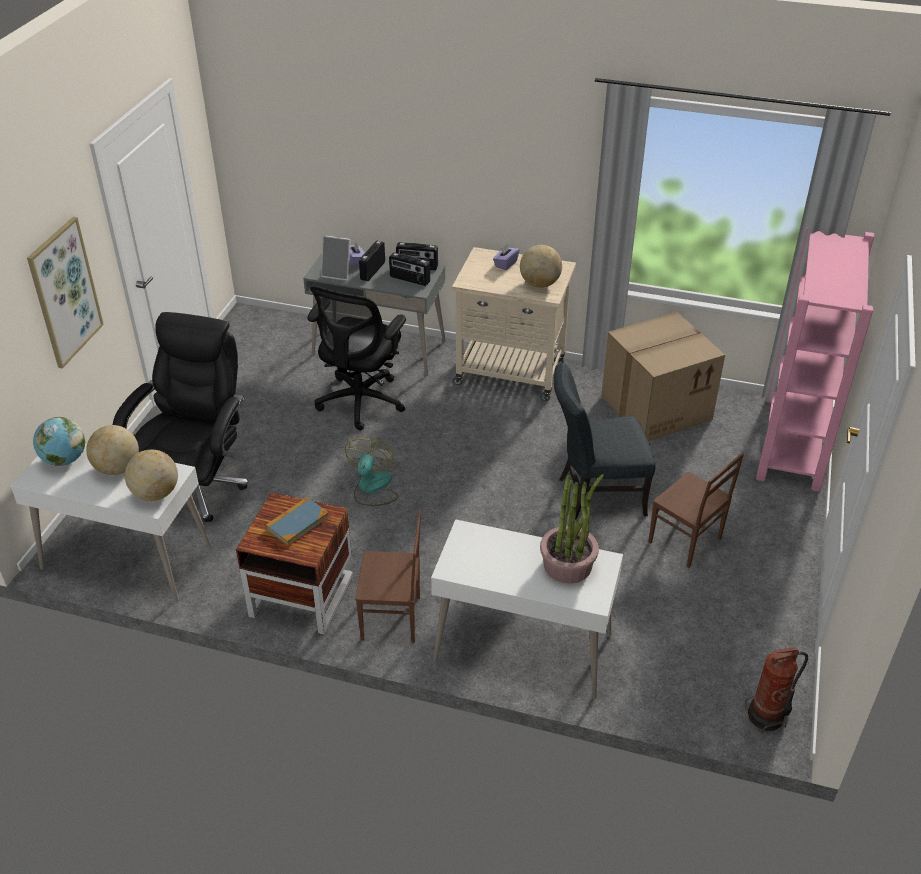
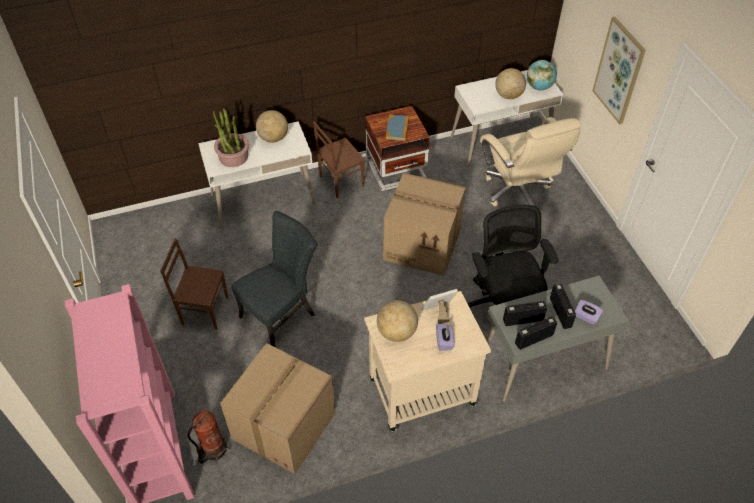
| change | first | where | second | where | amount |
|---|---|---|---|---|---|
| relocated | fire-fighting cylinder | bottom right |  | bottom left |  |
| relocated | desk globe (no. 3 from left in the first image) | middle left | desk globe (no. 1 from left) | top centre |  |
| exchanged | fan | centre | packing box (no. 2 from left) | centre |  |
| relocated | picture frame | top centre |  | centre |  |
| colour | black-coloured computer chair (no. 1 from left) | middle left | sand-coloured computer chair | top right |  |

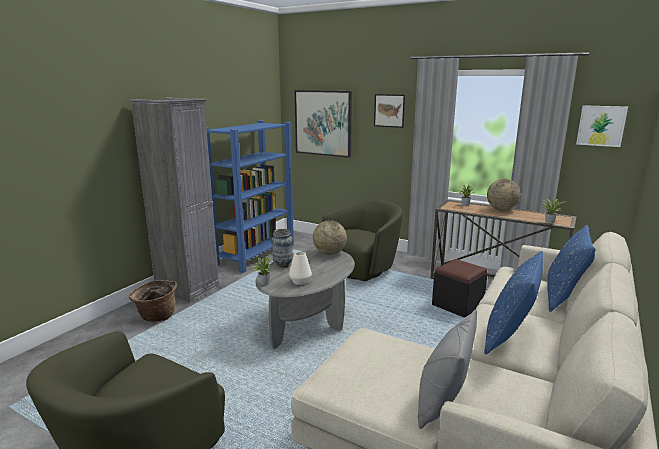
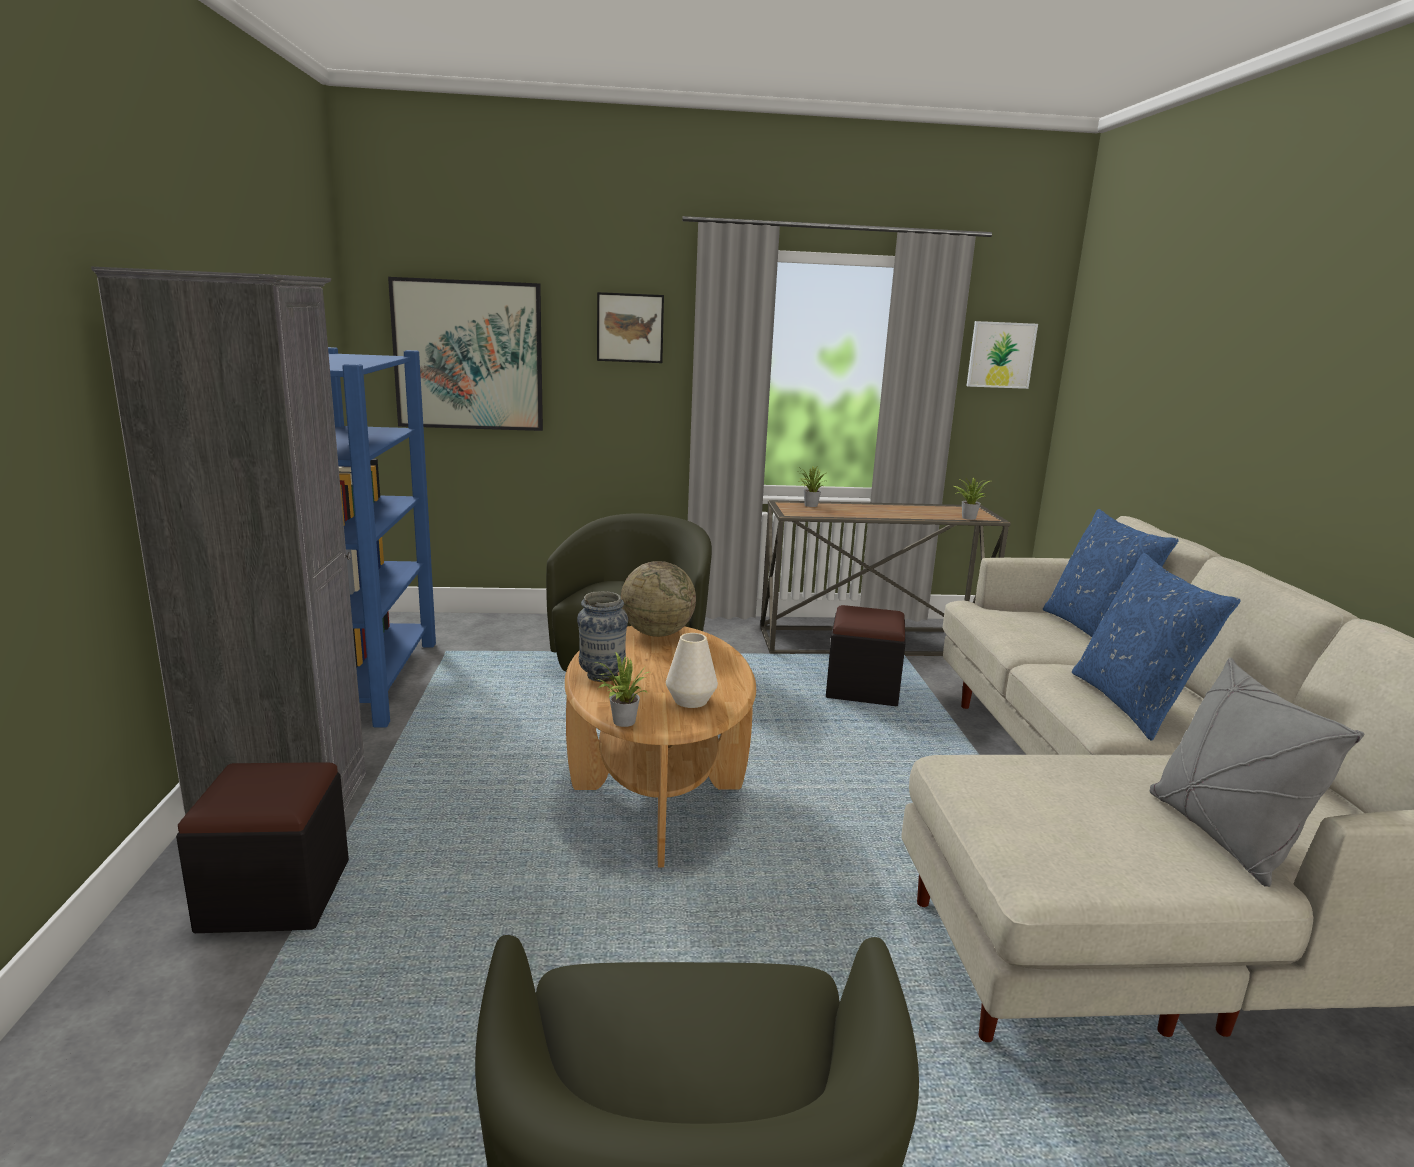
| change | first | where | second | where | amount |
|---|---|---|---|---|---|
| exchanged | basket | bottom left | black-coloured ottoman (no. 1 from left) | bottom left |  |
| colour | greyish coffee table | centre | brown-coloured coffee table | centre |  |
| missing | desk globe (no. 2 from left) | middle right |  |  |  |

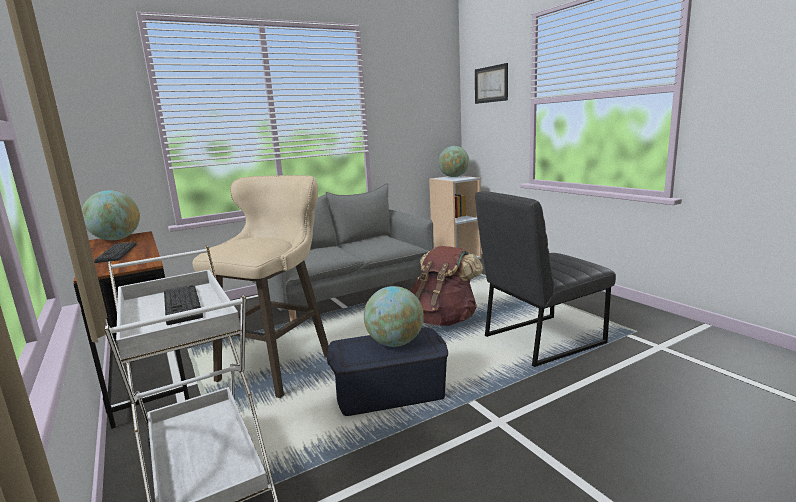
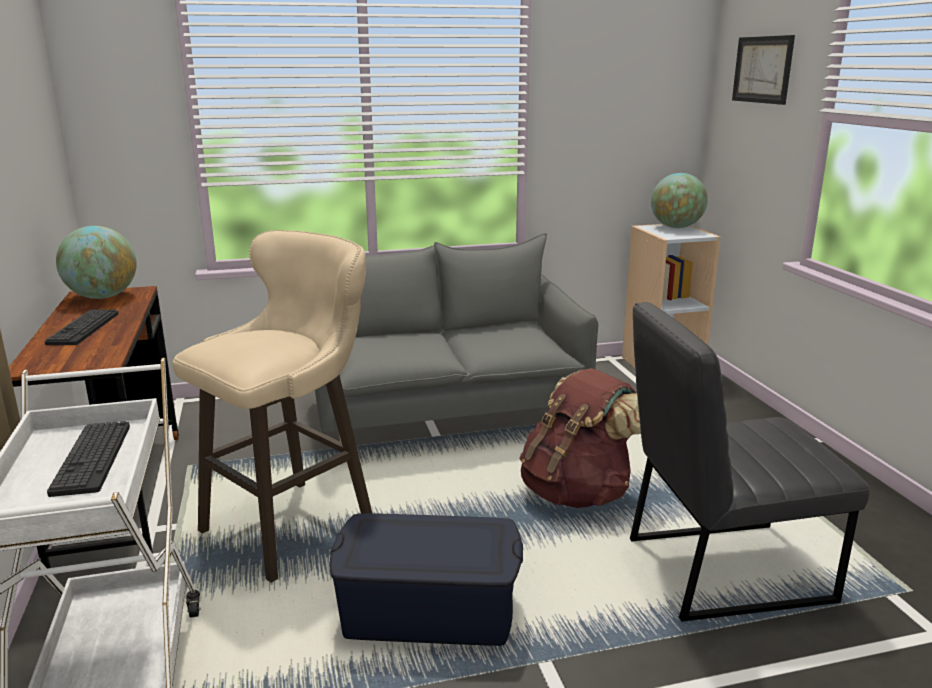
| change | first | where | second | where | amount |
|---|---|---|---|---|---|
| missing | desk globe (no. 2 from left) | centre |  |  |  |

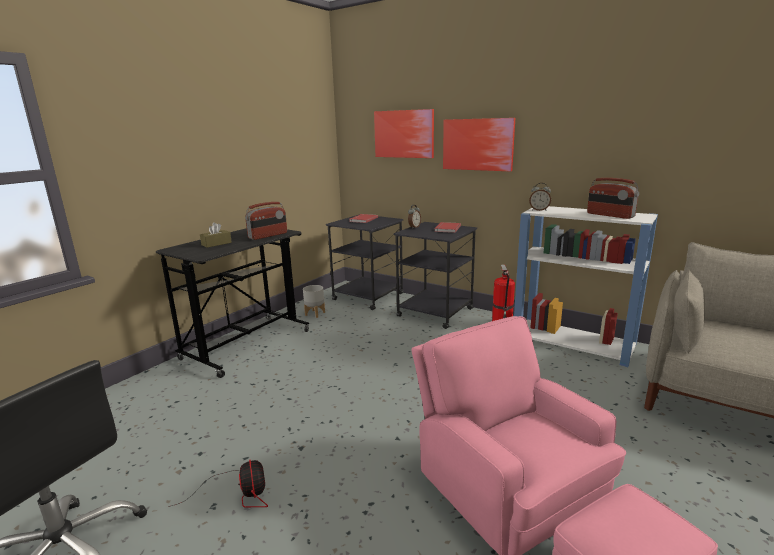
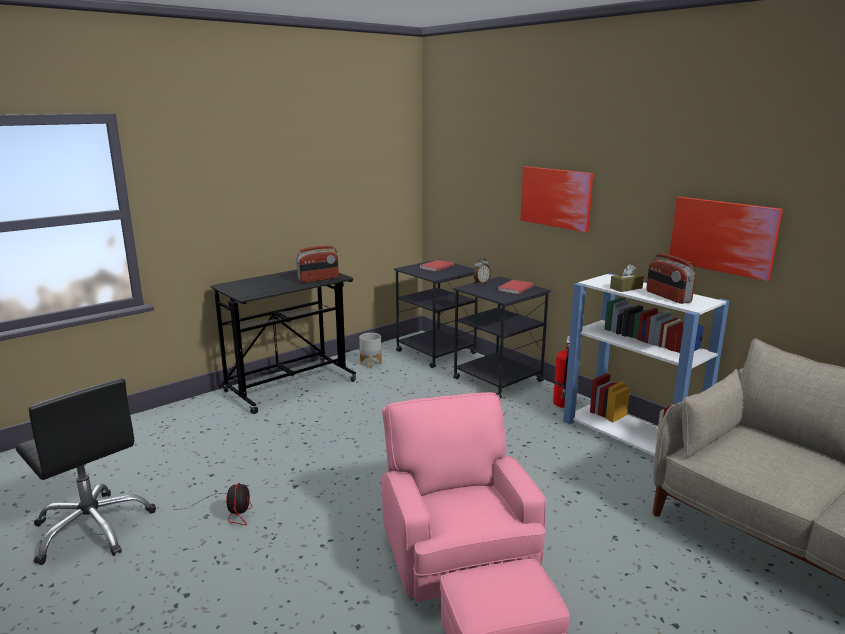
| change | first | where | second | where | amount |
|---|---|---|---|---|---|
| relocated | brown-coloured box of tissues | middle left |  | middle right |  |
| relocated | wall art (no. 1 from left in the first image) | top centre | wall art (no. 2 from left) | middle right |  |
| missing | bedside clock (no. 2 from left) | middle right |  |  |  |

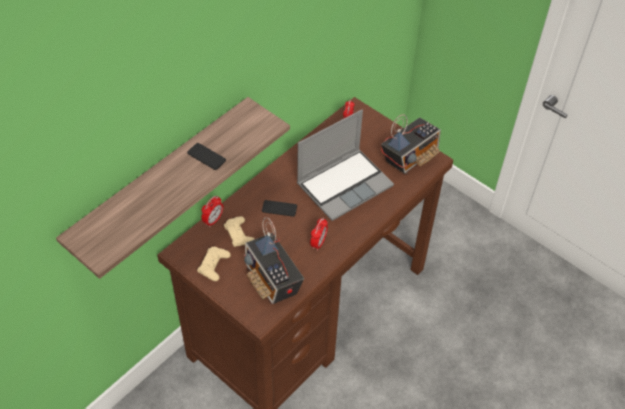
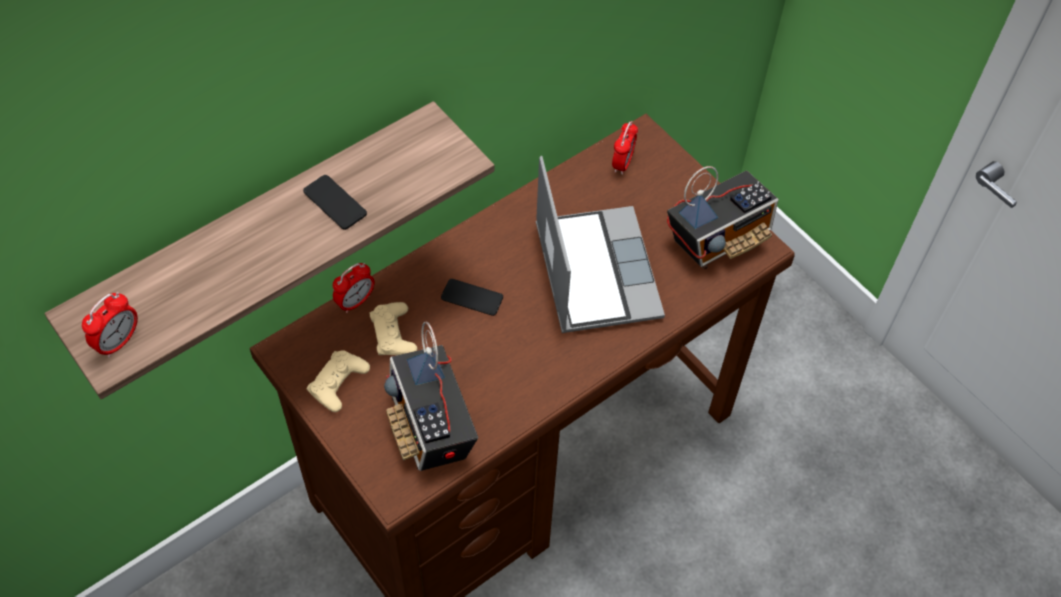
| change | first | where | second | where | amount |
|---|---|---|---|---|---|
| relocated | bedside clock (no. 2 from left in the first image) | centre | bedside clock (no. 1 from left) | middle left |  |
| spun | notebook computer | centre |  | centre | 75 degrees counterclockwise |

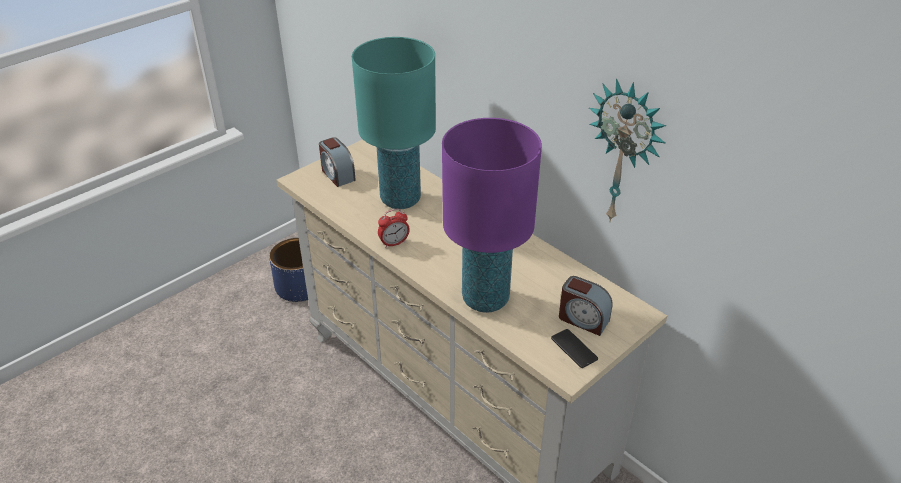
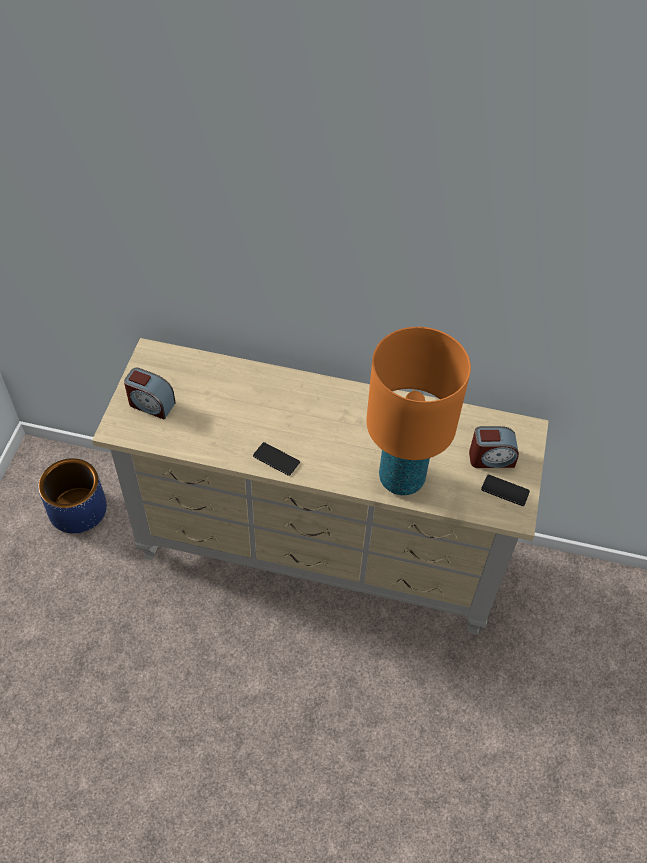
| change | first | where | second | where | amount |
|---|---|---|---|---|---|
| exchanged | bedside clock (no. 2 from left) | centre | handset (no. 1 from left) | centre |  |
| colour | purple-coloured tabletop lamp | centre | orangey tabletop lamp | centre |  |
| missing | blue-green tabletop lamp | top centre |  |  |  |
| missing | hanging clock | top right |  |  |  |

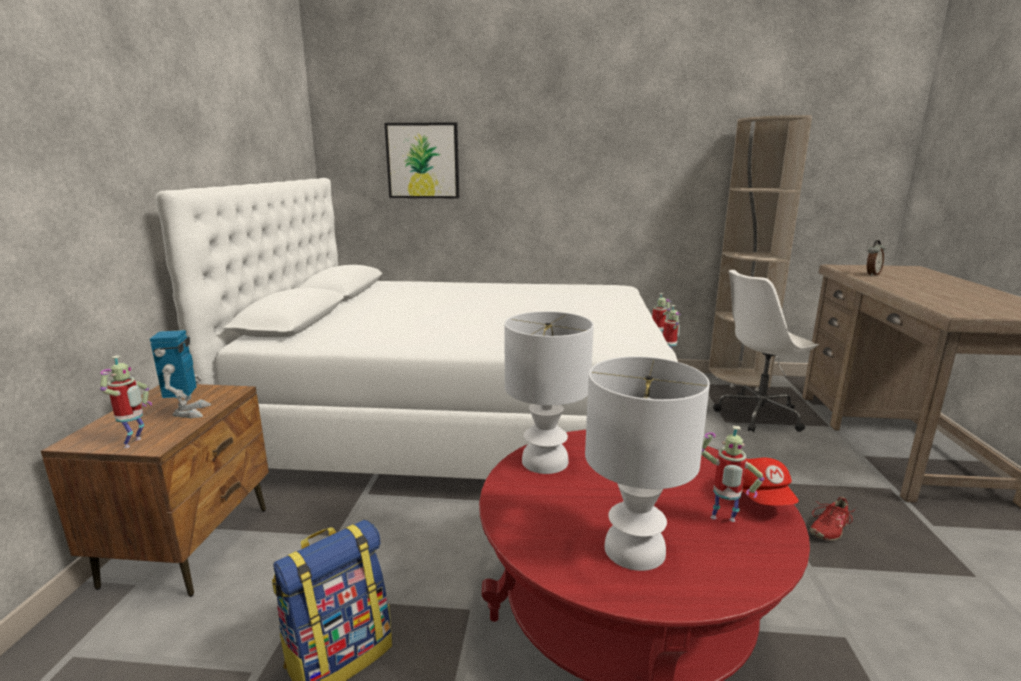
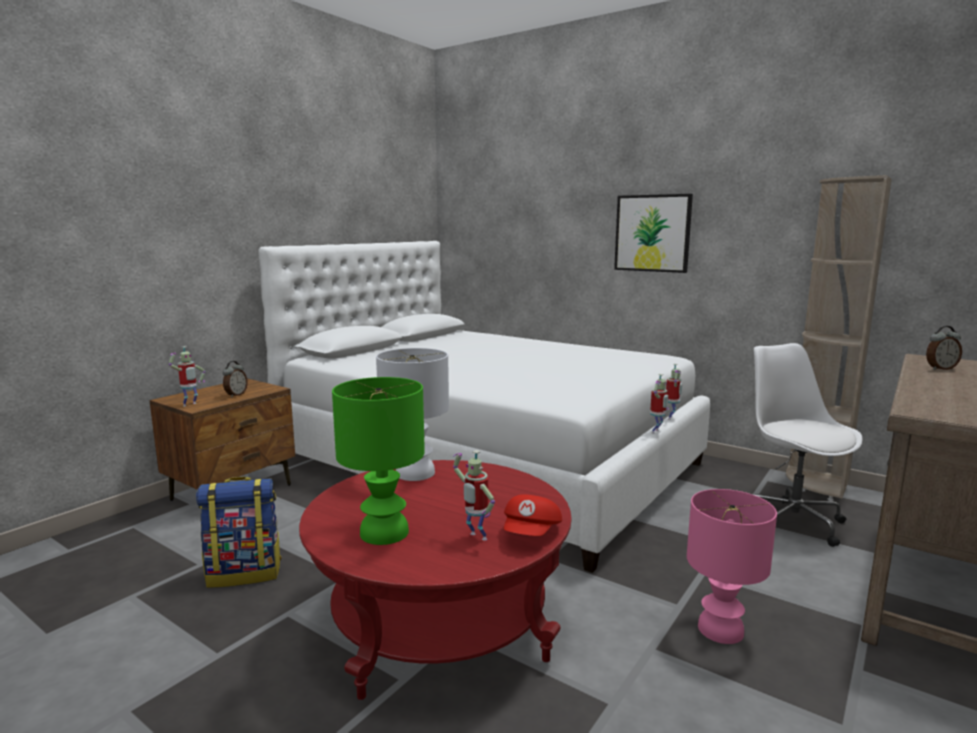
| change | first | where | second | where | amount |
|---|---|---|---|---|---|
| exchanged | toy robot (no. 2 from left) | middle left | bedside clock (no. 1 from left) | middle left |  |
| colour | white tabletop lamp (no. 2 from left) | bottom centre | green tabletop lamp | centre |  |
| relocated | wall art | top centre |  | top right |  |
| exchanged | reddish shoe | bottom right | pink tabletop lamp | bottom right |  |
| spun | white computer chair | middle right |  | middle right | 60 degrees clockwise |

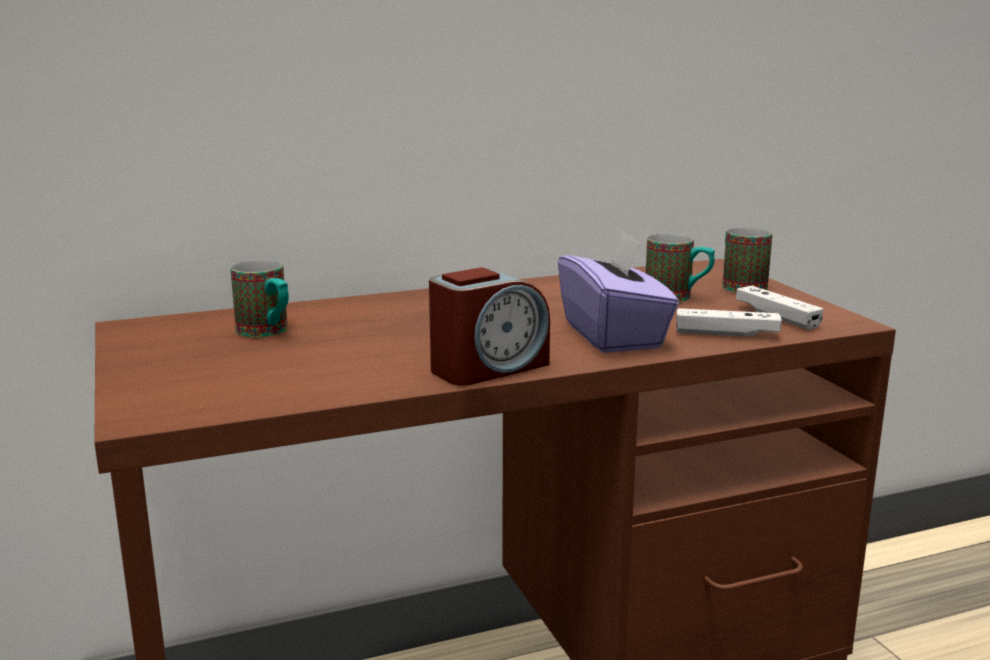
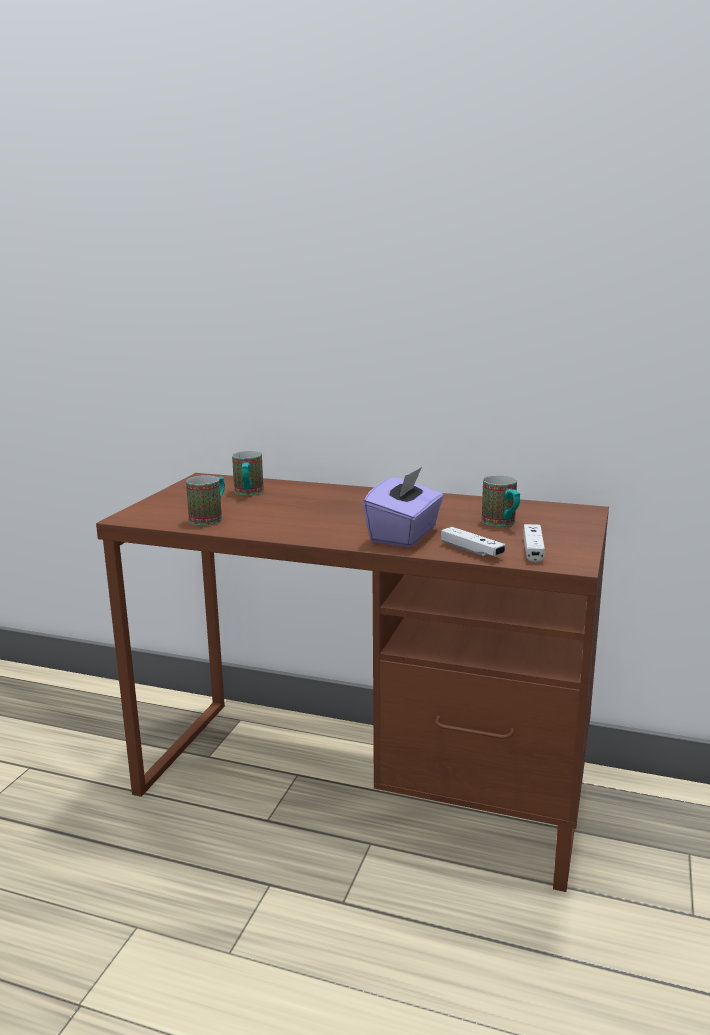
| change | first | where | second | where | amount |
|---|---|---|---|---|---|
| relocated | tea mug (no. 3 from left in the first image) | middle right | tea mug (no. 1 from left) | middle left |  |
| missing | bedside clock | centre |  |  |  |

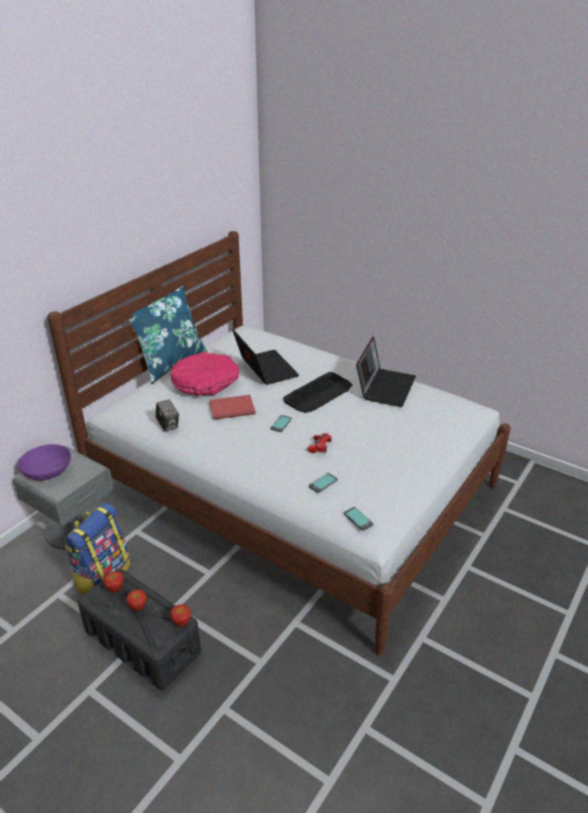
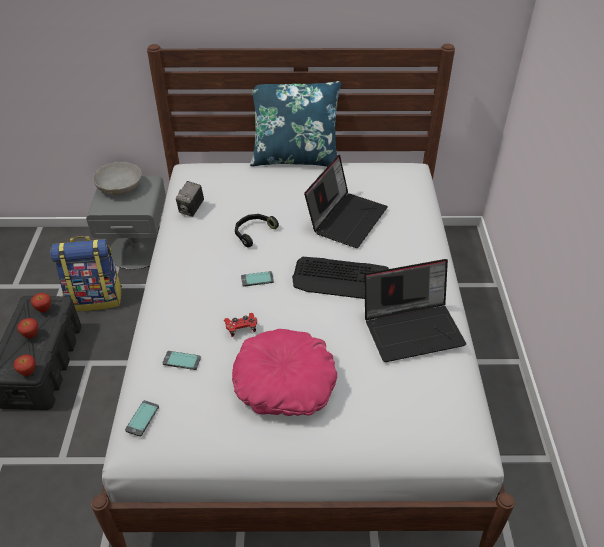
| change | first | where | second | where | amount |
|---|---|---|---|---|---|
| colour | purple-coloured serving bowl | middle left | greyish serving bowl | top left |  |
| relocated | pink pillow | centre |  | bottom centre |  |
| exchanged | reddish book | centre | black-coloured headphones | centre |  |

